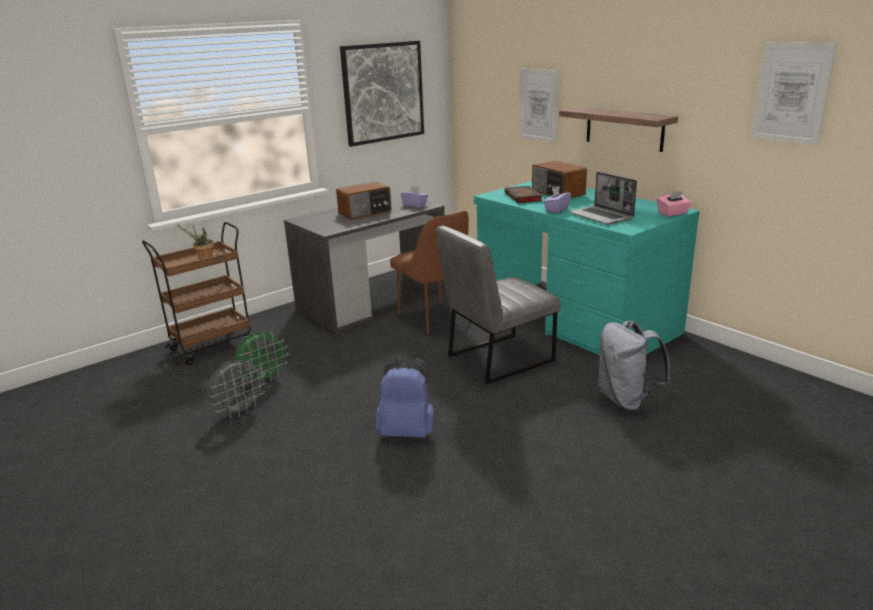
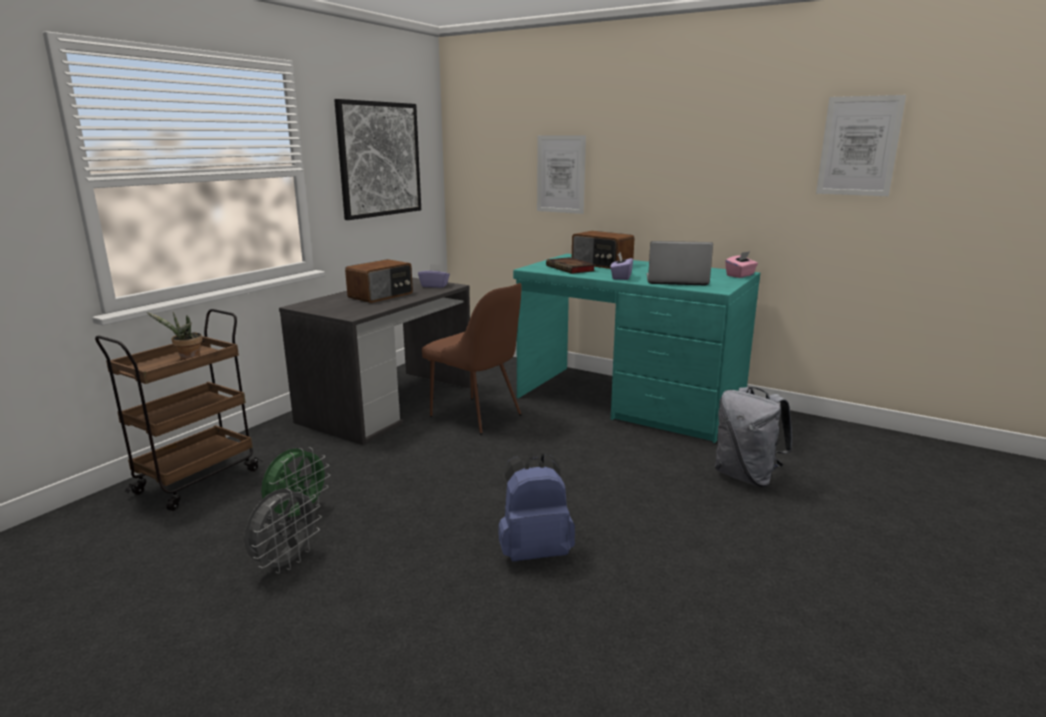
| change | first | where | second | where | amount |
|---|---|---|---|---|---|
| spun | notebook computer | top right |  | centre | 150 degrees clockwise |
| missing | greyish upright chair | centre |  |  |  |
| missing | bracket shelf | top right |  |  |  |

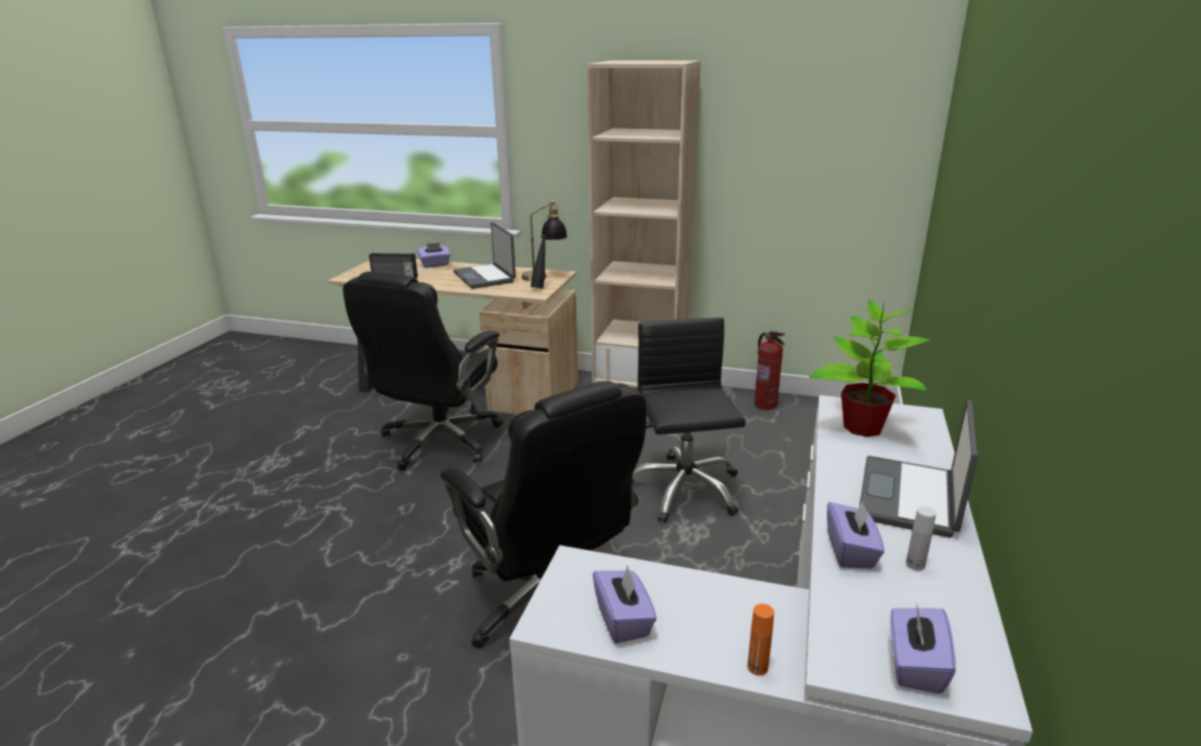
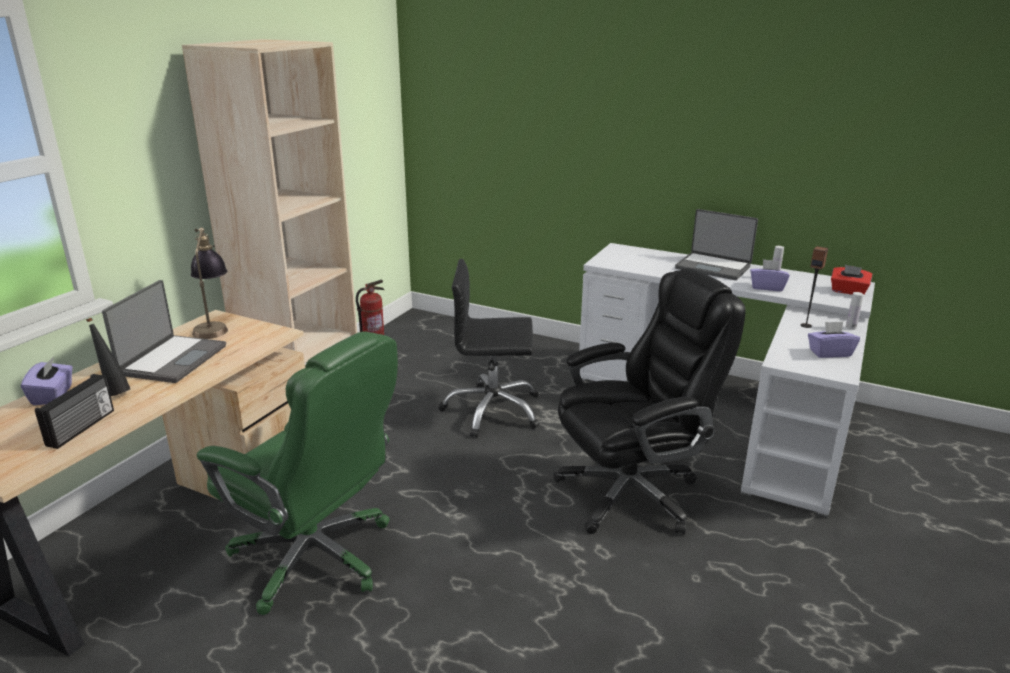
| change | first | where | second | where | amount |
|---|---|---|---|---|---|
| relocated | black-coloured drink bottle | centre |  | middle left |  |
| spun | notebook computer (no. 1 from left) | centre |  | middle left | 60 degrees counterclockwise |
| colour | black-coloured computer chair (no. 1 from left) | centre | green computer chair | bottom left |  |
| appeared |  |  | loudspeaker | middle right |  |
| colour | purple-coloured box of tissues (no. 4 from left) | bottom right | reddish box of tissues | middle right |  |
| colour | orangey drink bottle | bottom centre | white drink bottle (no. 2 from left) | middle right |  |
| missing | potted plant | middle right |  |  |  |

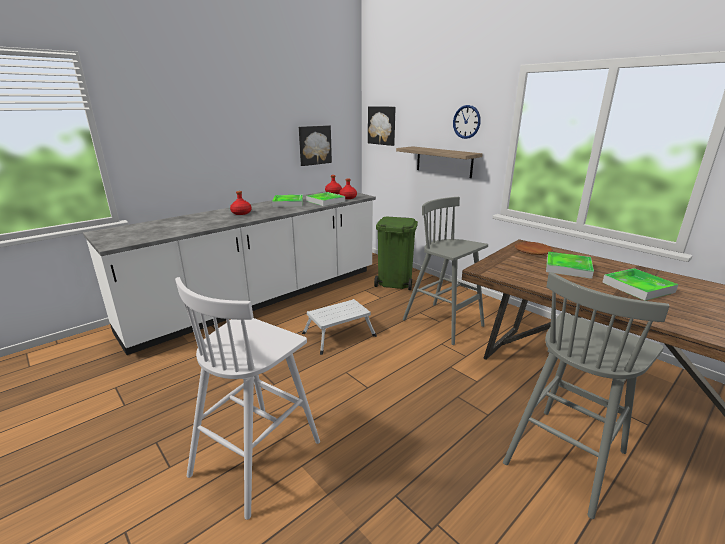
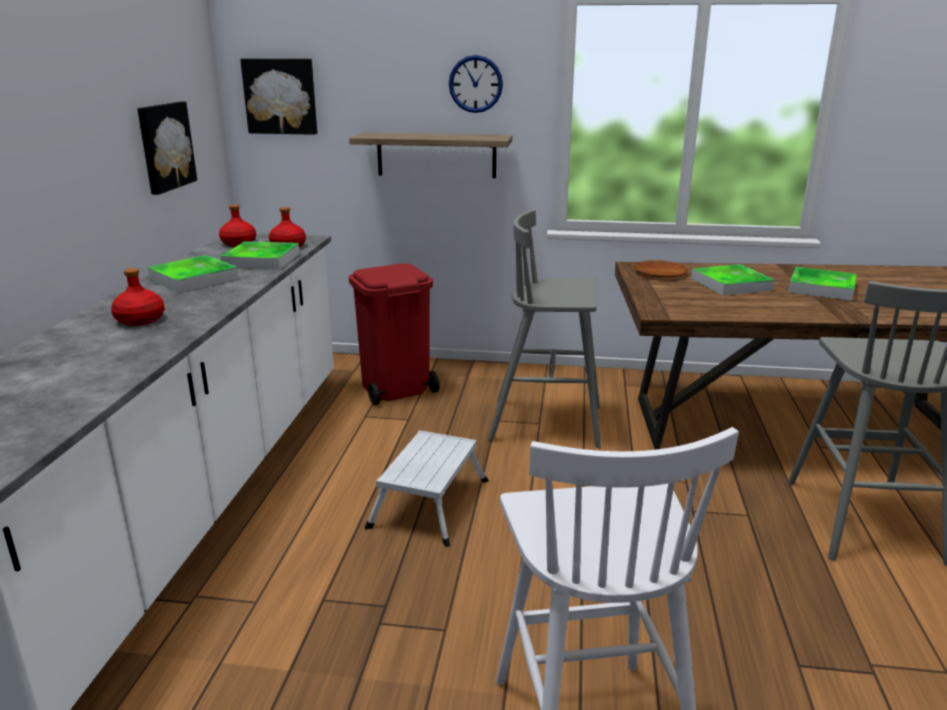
| change | first | where | second | where | amount |
|---|---|---|---|---|---|
| colour | green trash can | centre | reddish trash can | centre |  |

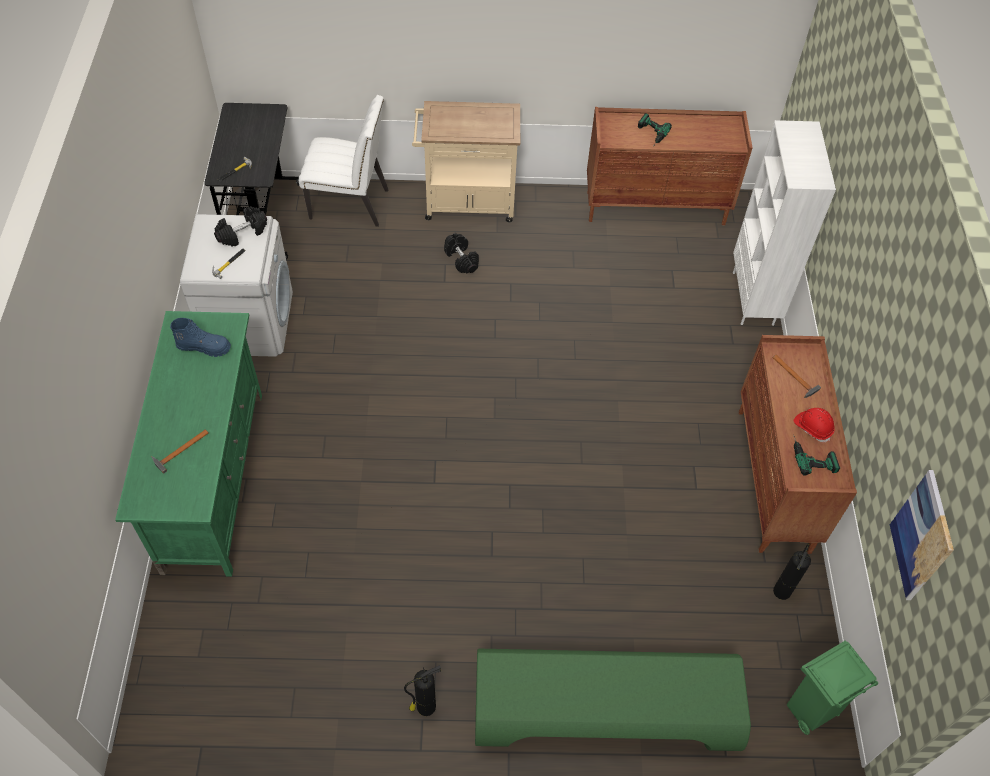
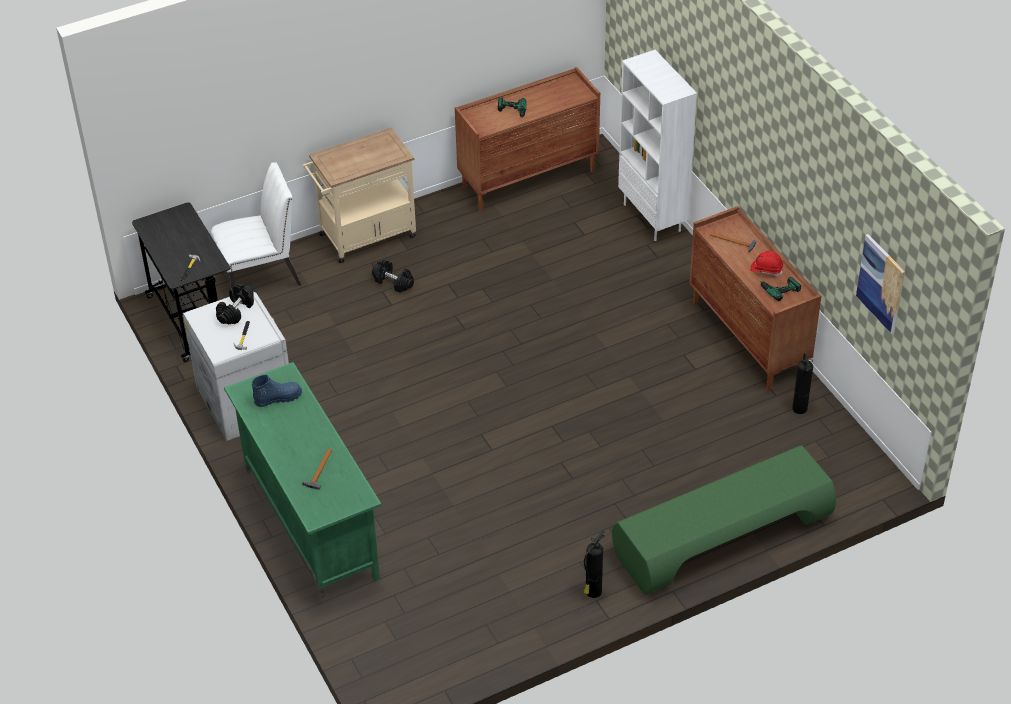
| change | first | where | second | where | amount |
|---|---|---|---|---|---|
| missing | green trash can | bottom right |  |  |  |

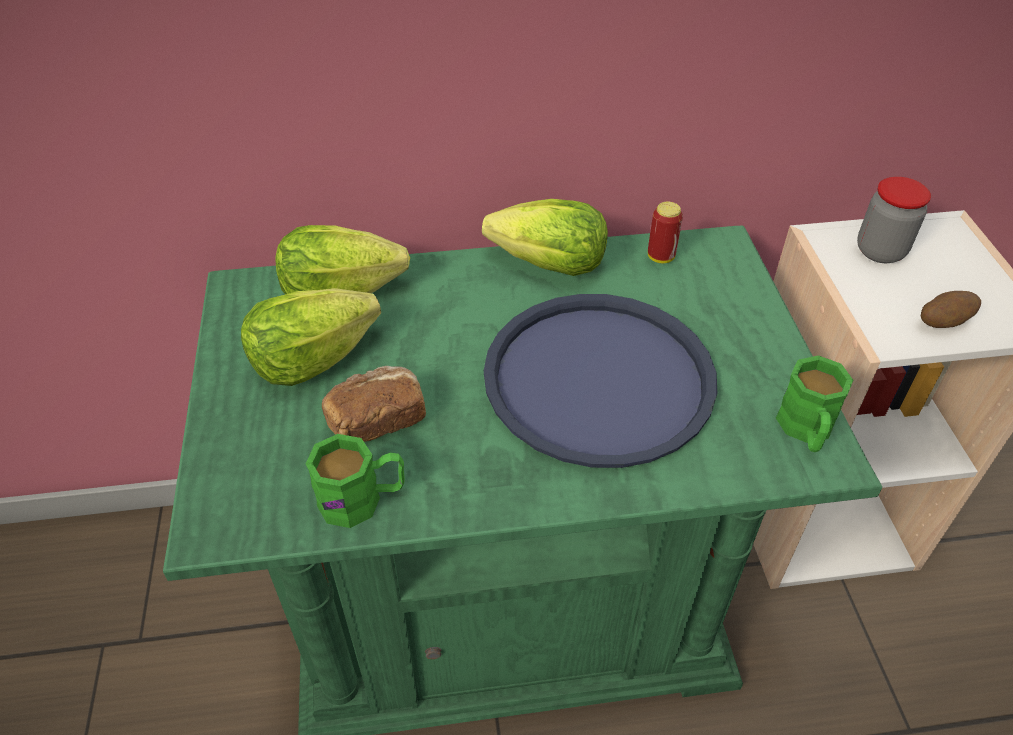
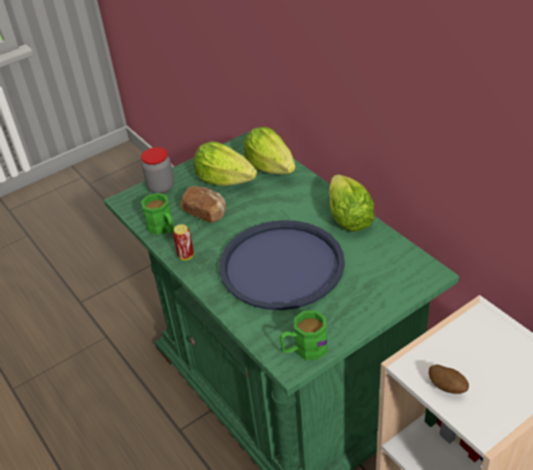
| change | first | where | second | where | amount |
|---|---|---|---|---|---|
| relocated | storage jar | top right |  | middle left |  |
| relocated | metal can | top centre |  | centre |  |

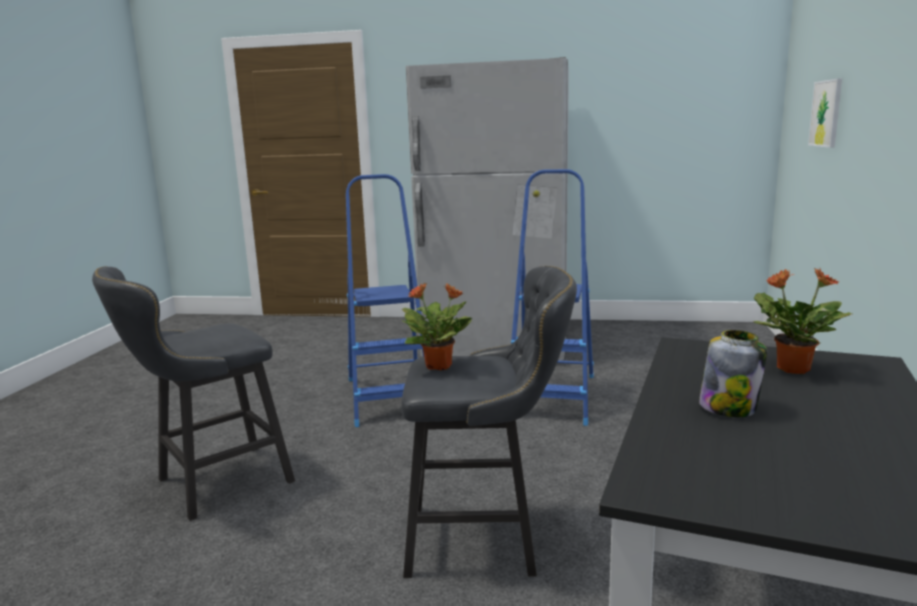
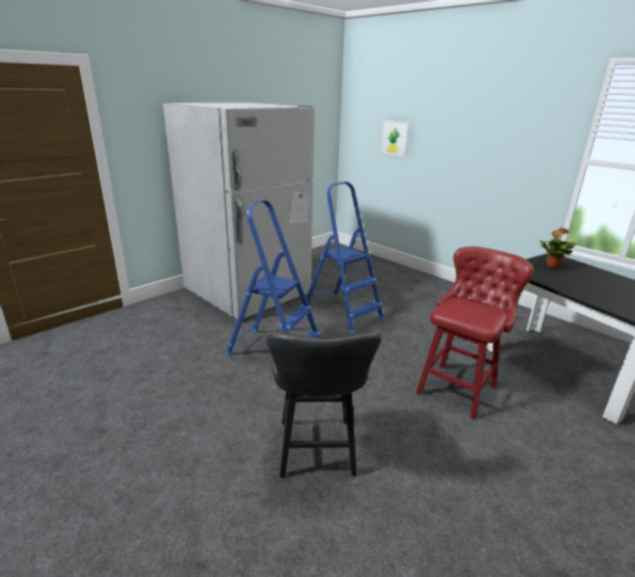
| change | first | where | second | where | amount |
|---|---|---|---|---|---|
| colour | greyish sitting stool (no. 2 from left) | bottom centre | reddish sitting stool | middle right |  |
| missing | potted plant (no. 1 from left) | centre |  |  |  |
| missing | storage jar | middle right |  |  |  |

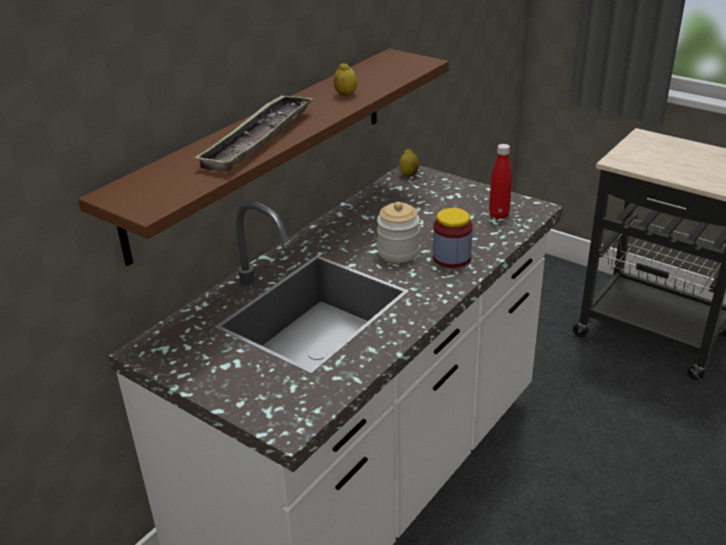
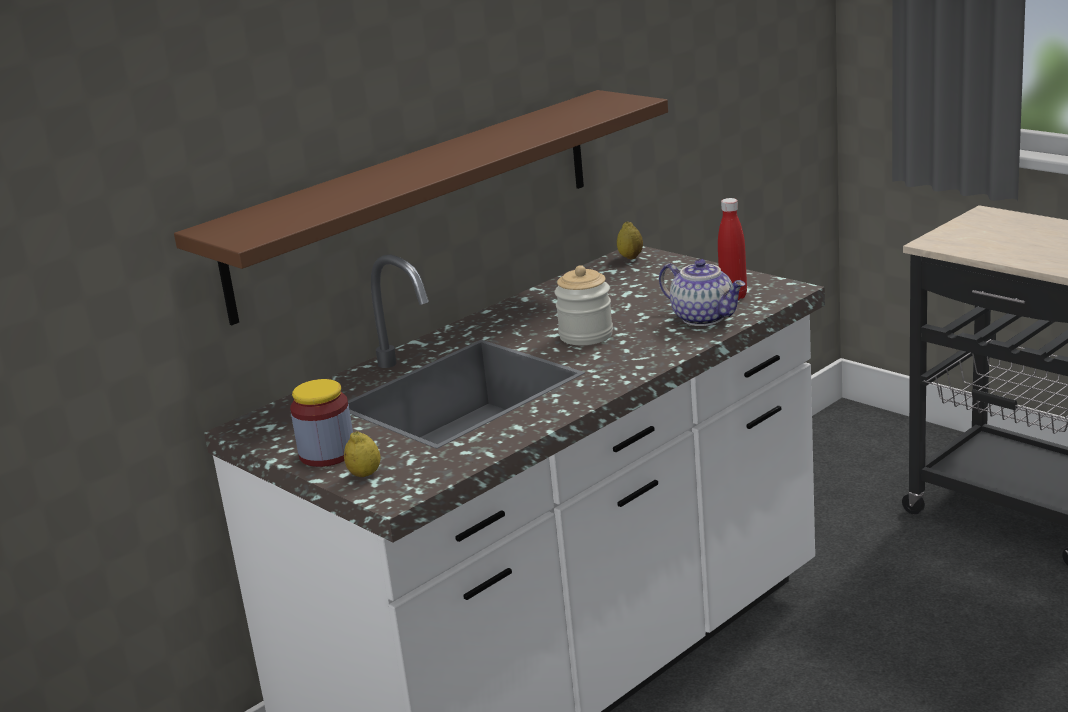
| change | first | where | second | where | amount |
|---|---|---|---|---|---|
| relocated | storage jar (no. 2 from left in the first image) | centre | storage jar (no. 1 from left) | middle left |  |
| relocated | citrus fruit (no. 1 from left) | top centre |  | centre |  |
| appeared |  |  | teapot | centre |  |
| missing | carrying tray | top centre |  |  |  |

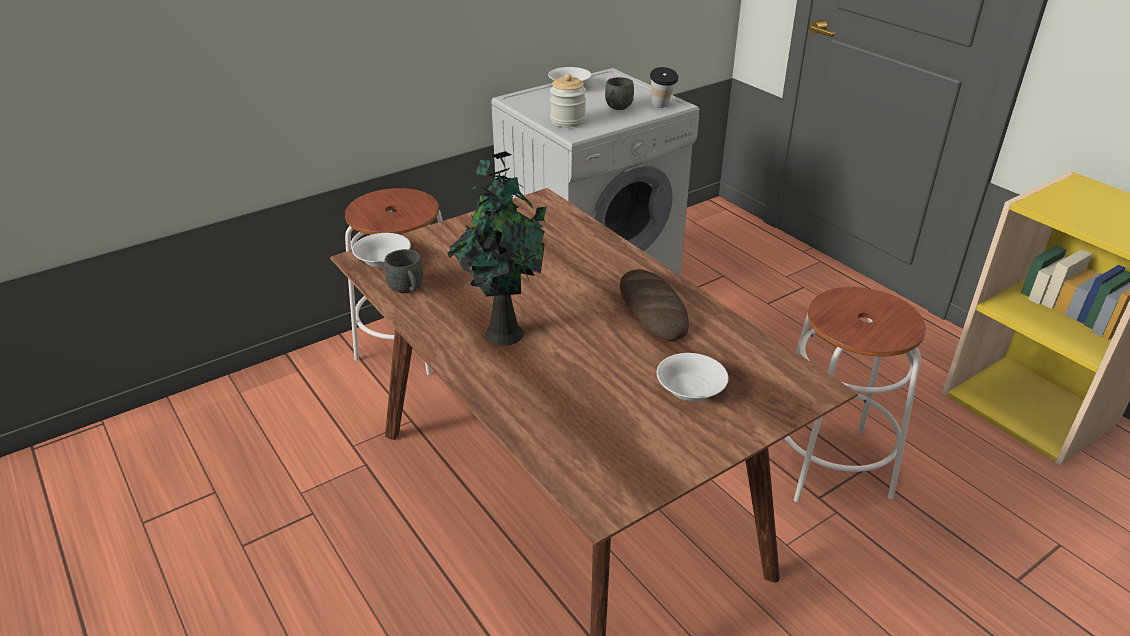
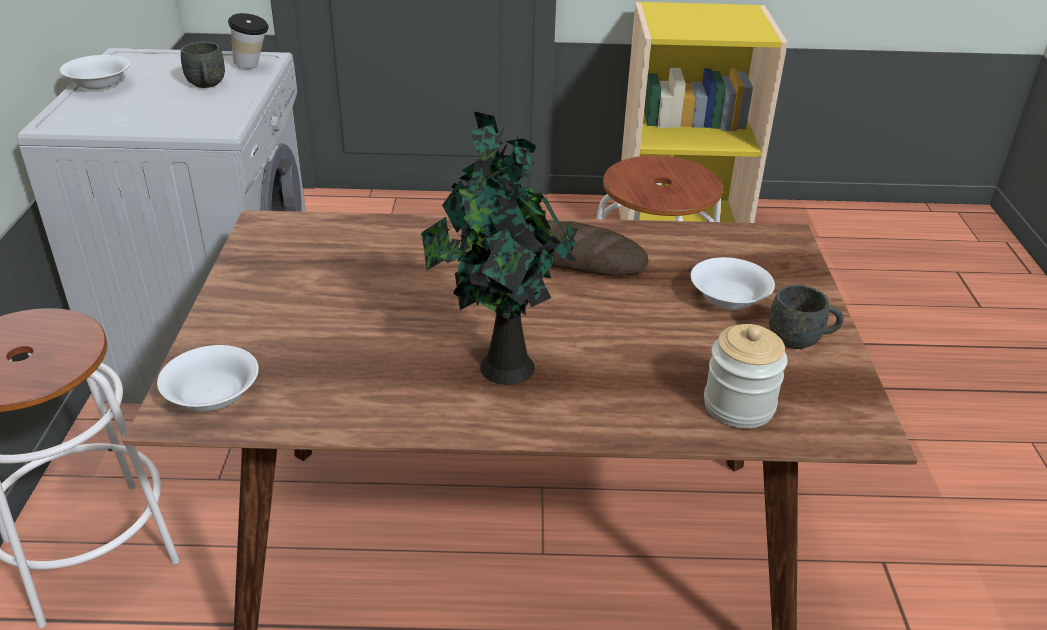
| change | first | where | second | where | amount |
|---|---|---|---|---|---|
| relocated | storage jar | top centre |  | middle right |  |
| relocated | greyish tea mug (no. 1 from left in the first image) | centre | greyish tea mug (no. 2 from left) | middle right |  |

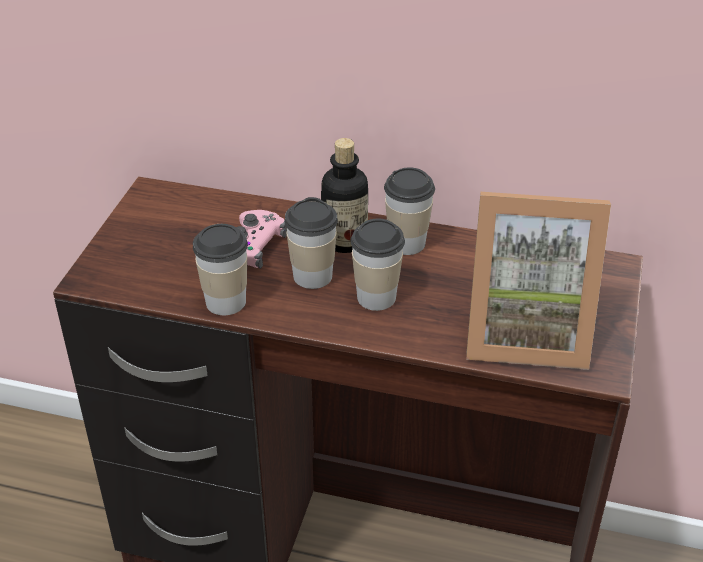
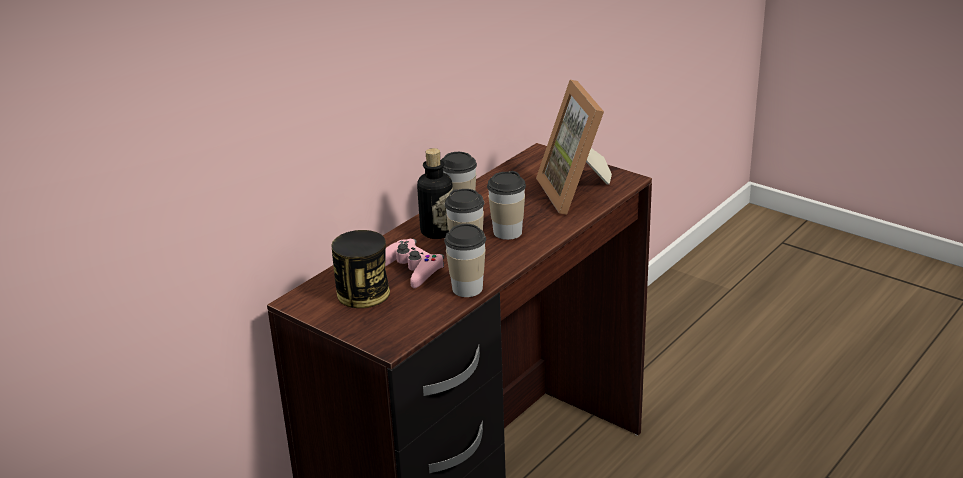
| change | first | where | second | where | amount |
|---|---|---|---|---|---|
| appeared |  |  | metal can | centre |  |
| spun | picture frame | middle right |  | top centre | 135 degrees clockwise |

